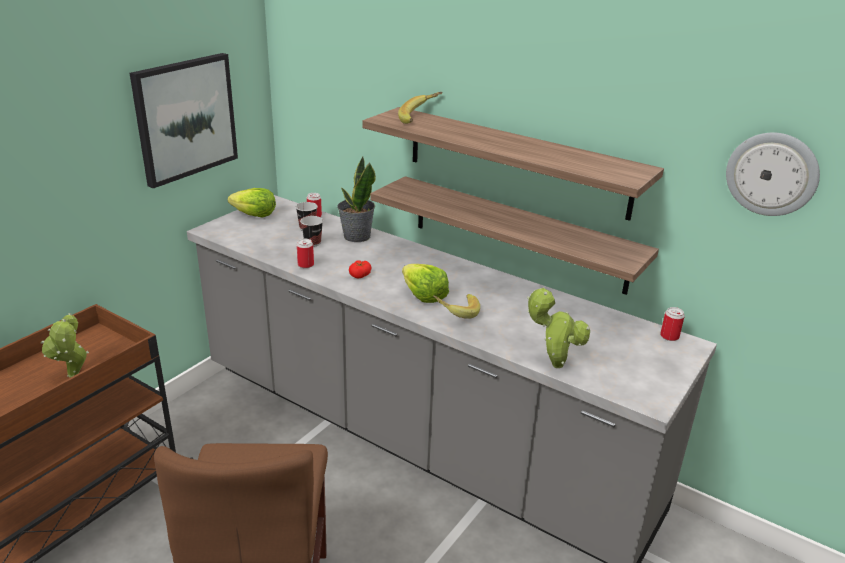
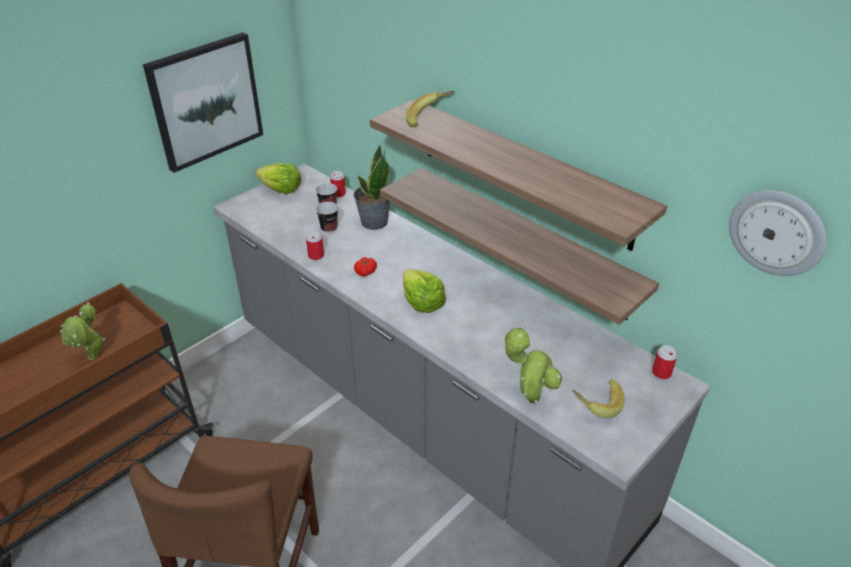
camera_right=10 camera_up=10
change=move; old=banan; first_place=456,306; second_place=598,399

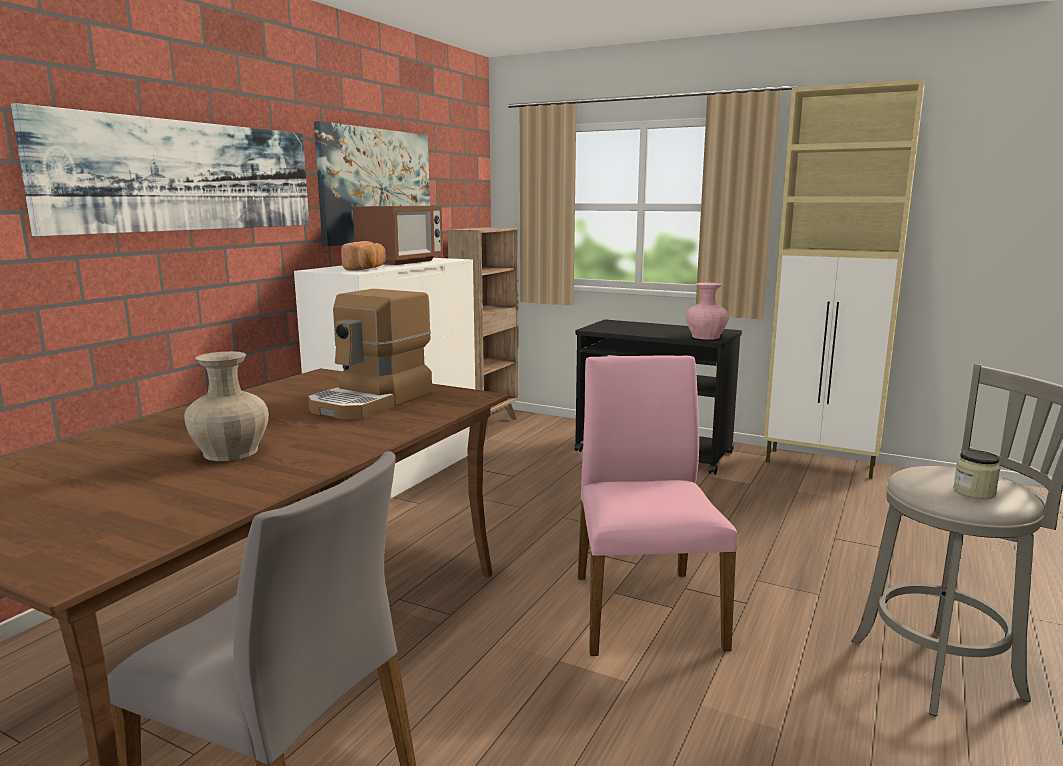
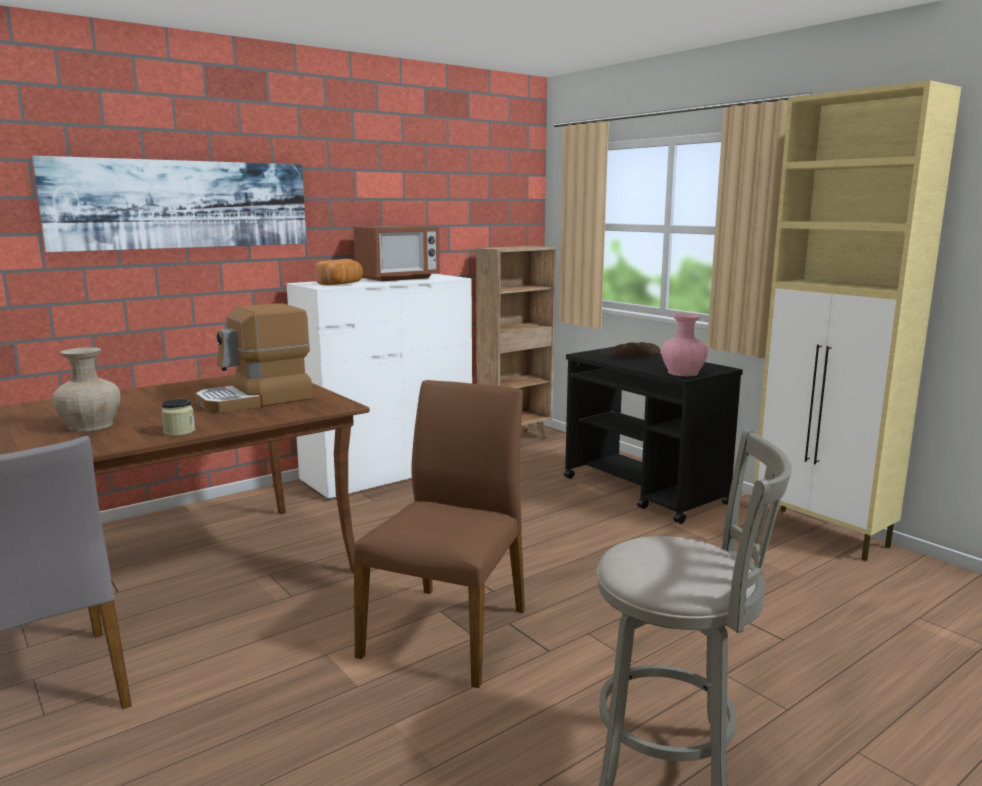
camera_right=25 camera_up=0
change=delete; old=obraz; first_place=372,183
change=recolor; old=krzesło/różowy; new=krzesło/brązowy; first_place=657,505; second_place=439,534
change=move; old=słoik; first_place=977,474; second_place=178,417
change=insert; new=chleb; second_place=635,349

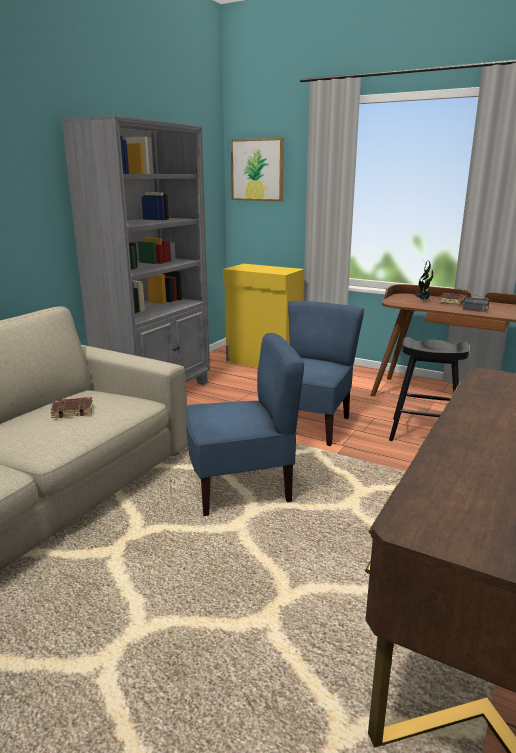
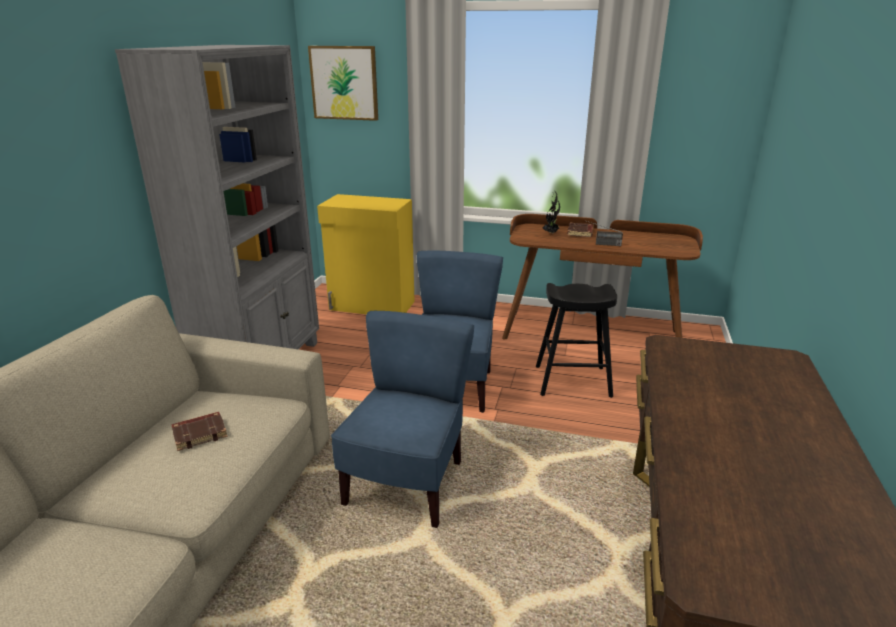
camera_right=-15 camera_up=5
change=rotate; old=krzesło/niebieski; first_place=245,424; second_place=402,419; degrees=-45

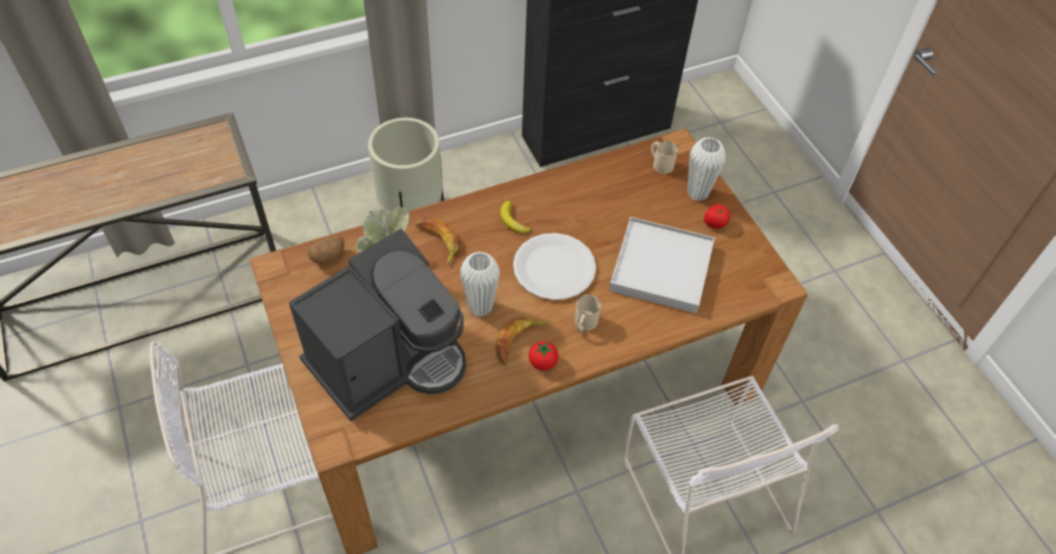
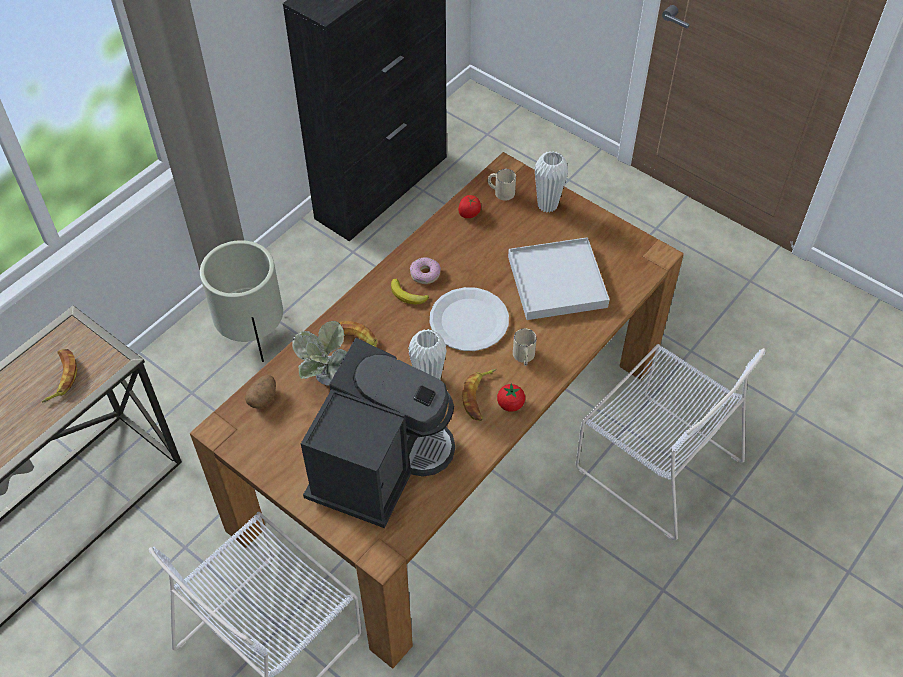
camera_right=-25 camera_up=0
change=move; old=pomidor; first_place=717,216; second_place=469,206
change=insert; new=banan; second_place=59,375
change=insert; new=donut; second_place=425,270

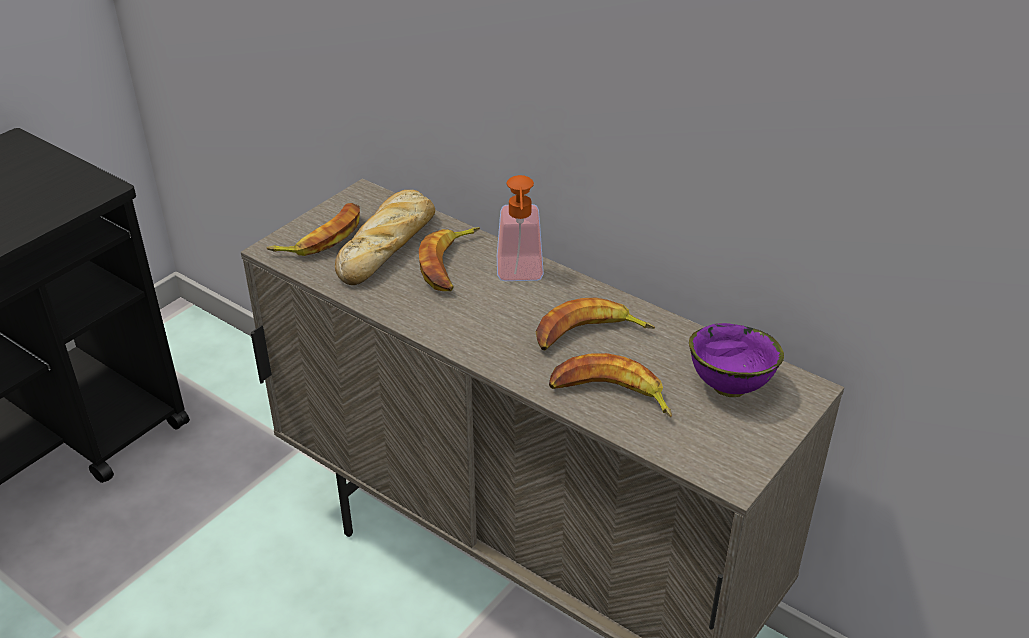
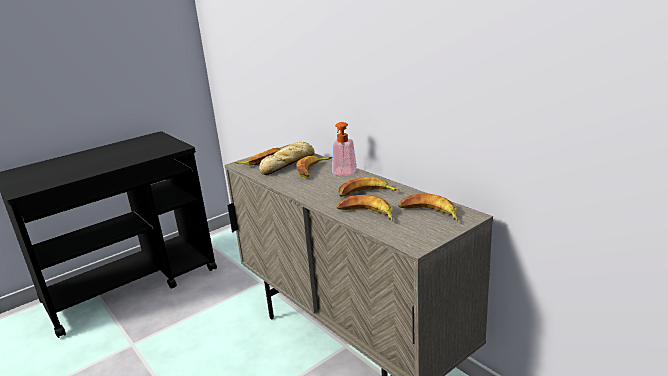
camera_right=15 camera_up=-15
change=replace; old=miska/fioletowy; new=banan; first_place=736,360; second_place=428,207

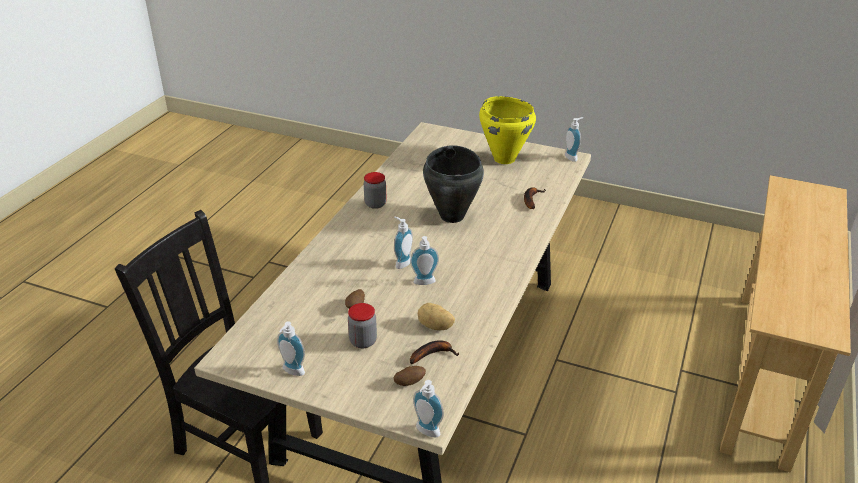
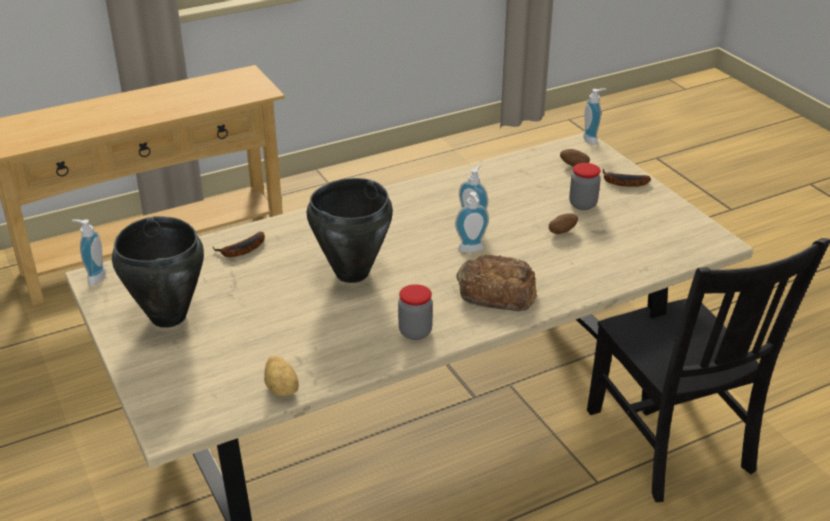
camera_right=-140 camera_up=0
change=delete; old=dozownik mydła; first_place=291,348
change=move; old=banan; first_place=434,352; second_place=627,178
change=move; old=ziemniak; first_place=436,316; second_place=281,376
change=recolor; old=garnek/żółty; new=garnek/czarny; first_place=507,130; second_place=158,272
change=insert; new=chleb; second_place=496,283

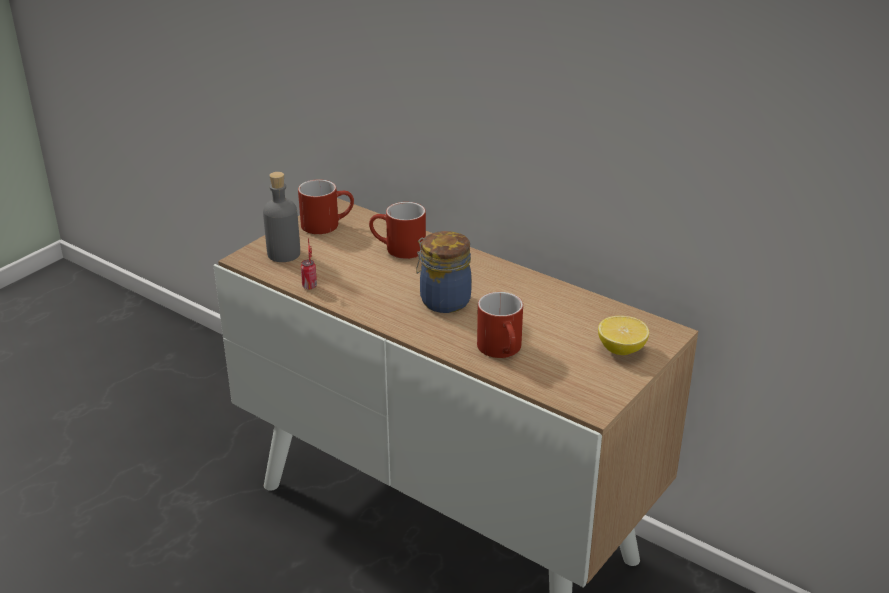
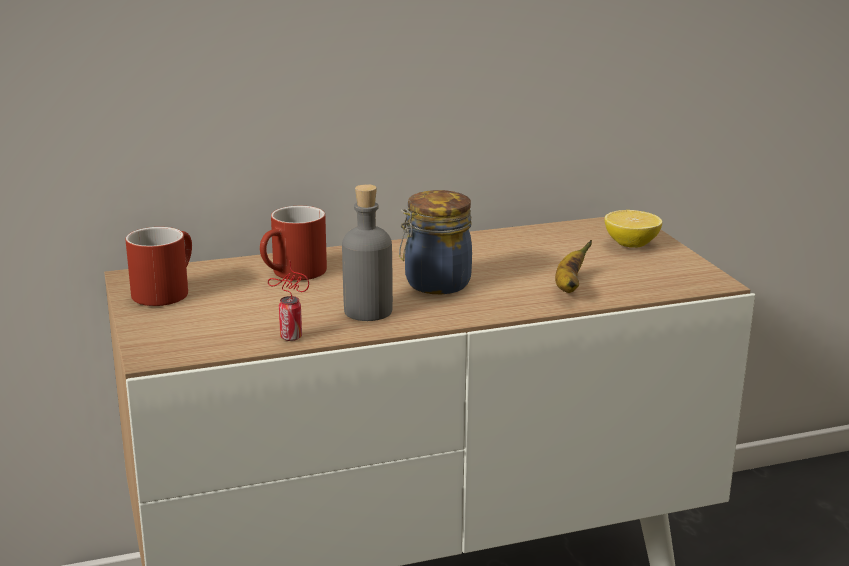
camera_right=-55 camera_up=-10
change=move; old=butelka/szary; first_place=281,217; second_place=367,252
change=replace; old=kubek/czerwony; new=banan; first_place=500,325; second_place=573,266

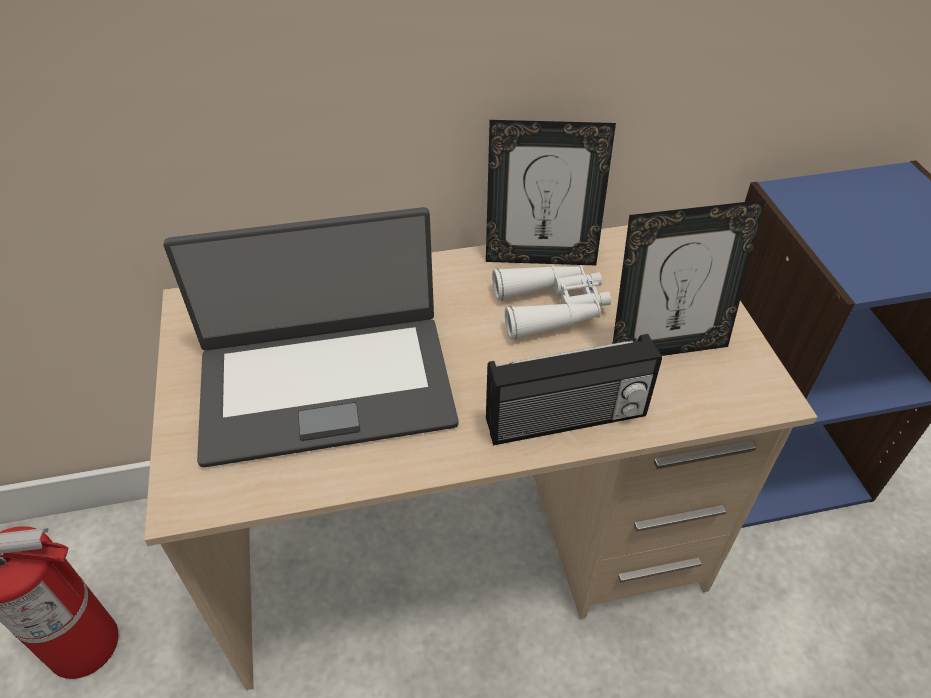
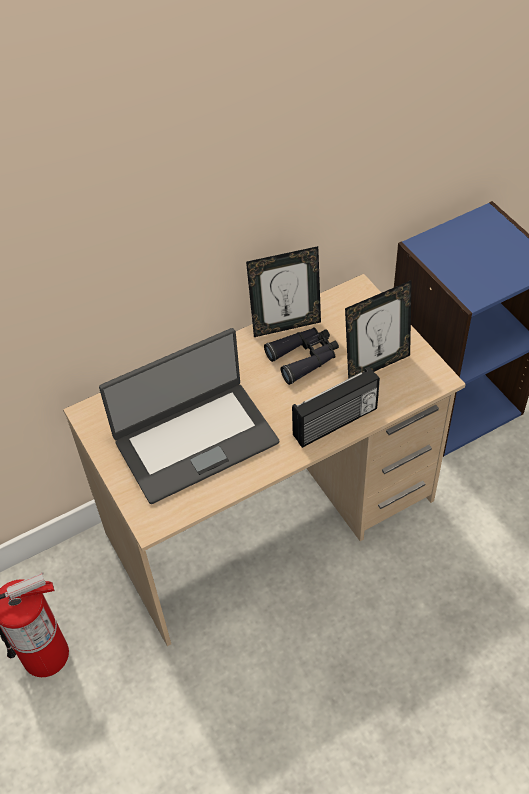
camera_right=-15 camera_up=5
change=recolor; old=lornetka/biały; new=lornetka/czarny; first_place=551,302; second_place=301,356

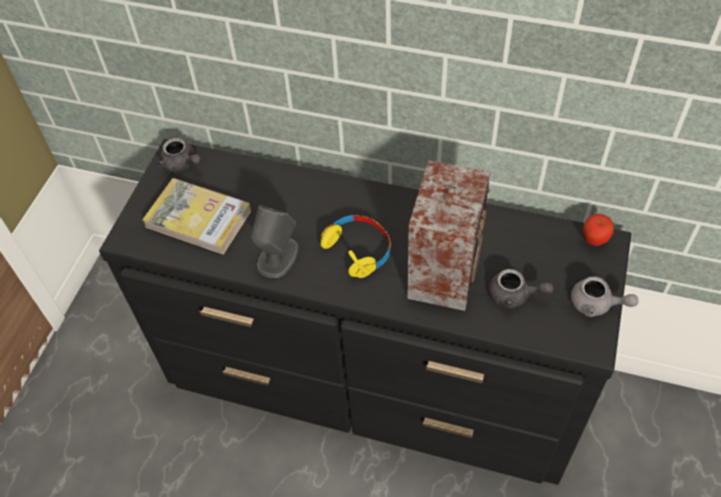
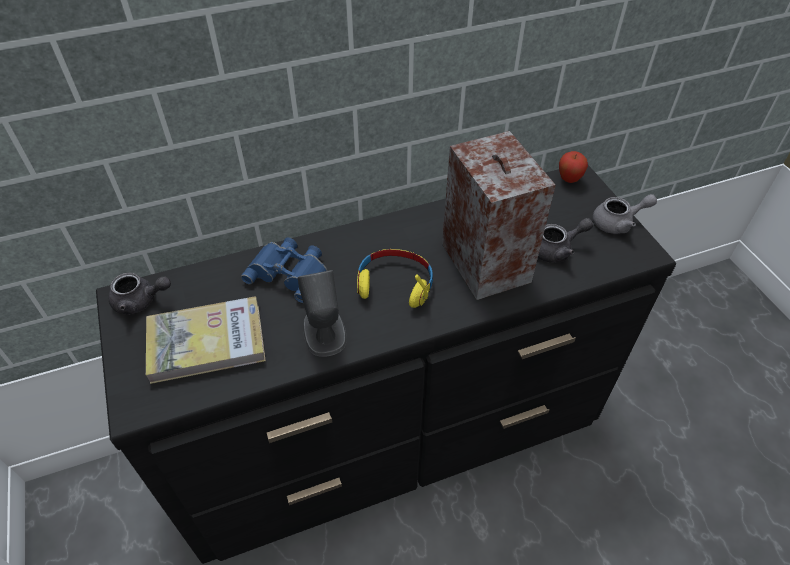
camera_right=-40 camera_up=-5
change=insert; new=lornetka/niebieski; second_place=284,270

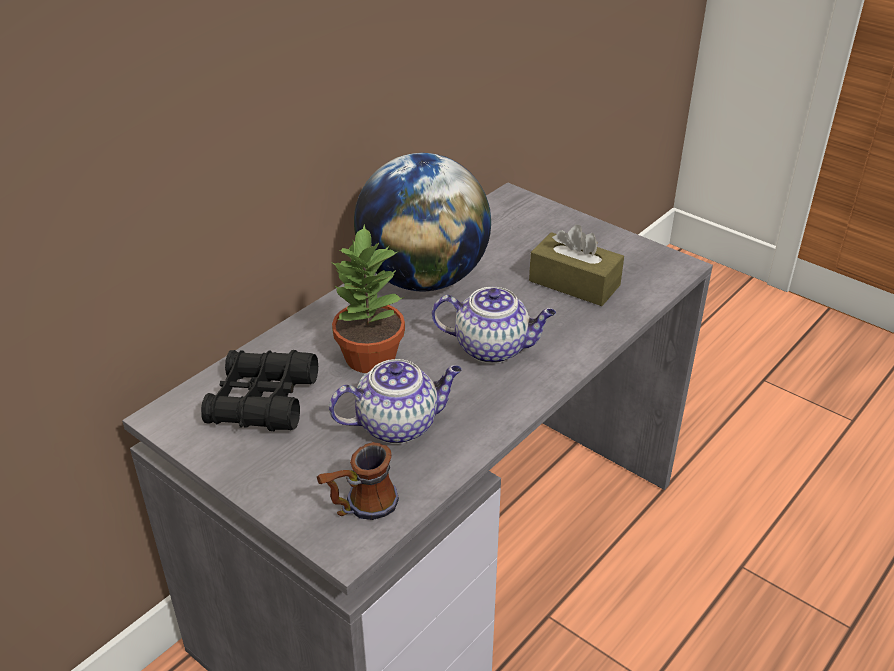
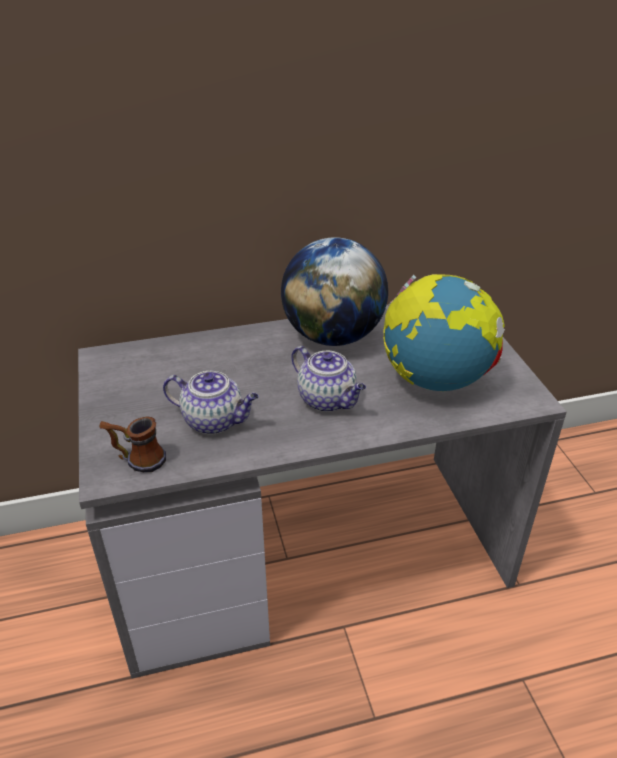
camera_right=35 camera_up=0
change=delete; old=lornetka/czarny; first_place=259,390
change=delete; old=roślina doniczkowa; first_place=368,298
change=replace; old=pudełko chusteczek/brązowy; new=globus; first_place=576,265; second_place=444,333

